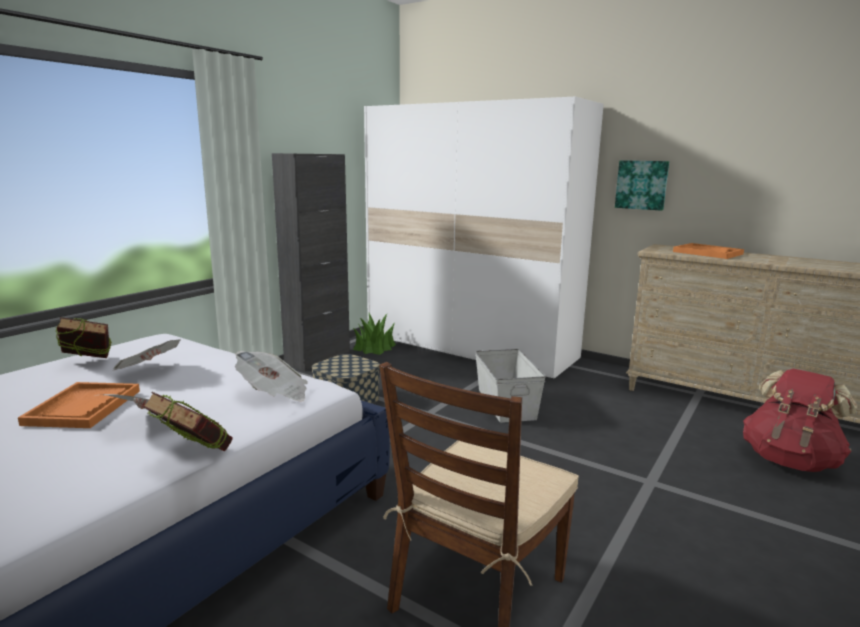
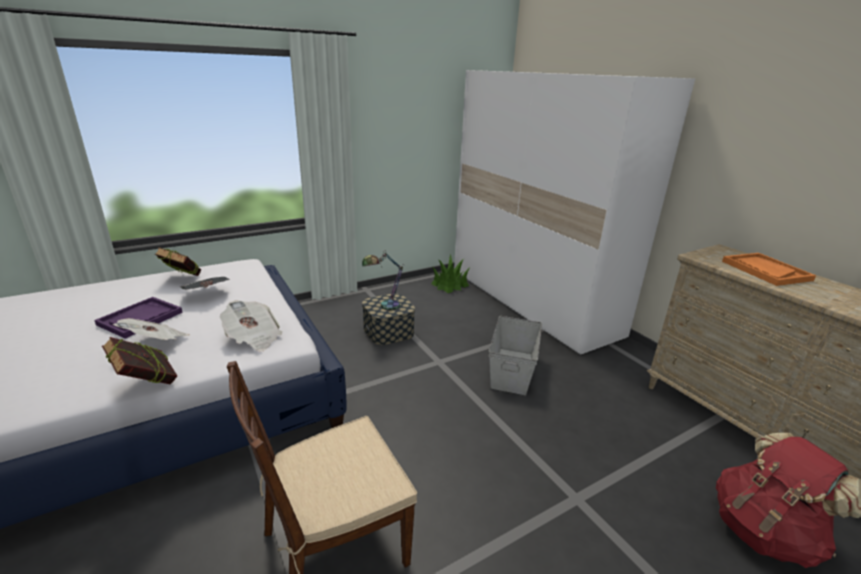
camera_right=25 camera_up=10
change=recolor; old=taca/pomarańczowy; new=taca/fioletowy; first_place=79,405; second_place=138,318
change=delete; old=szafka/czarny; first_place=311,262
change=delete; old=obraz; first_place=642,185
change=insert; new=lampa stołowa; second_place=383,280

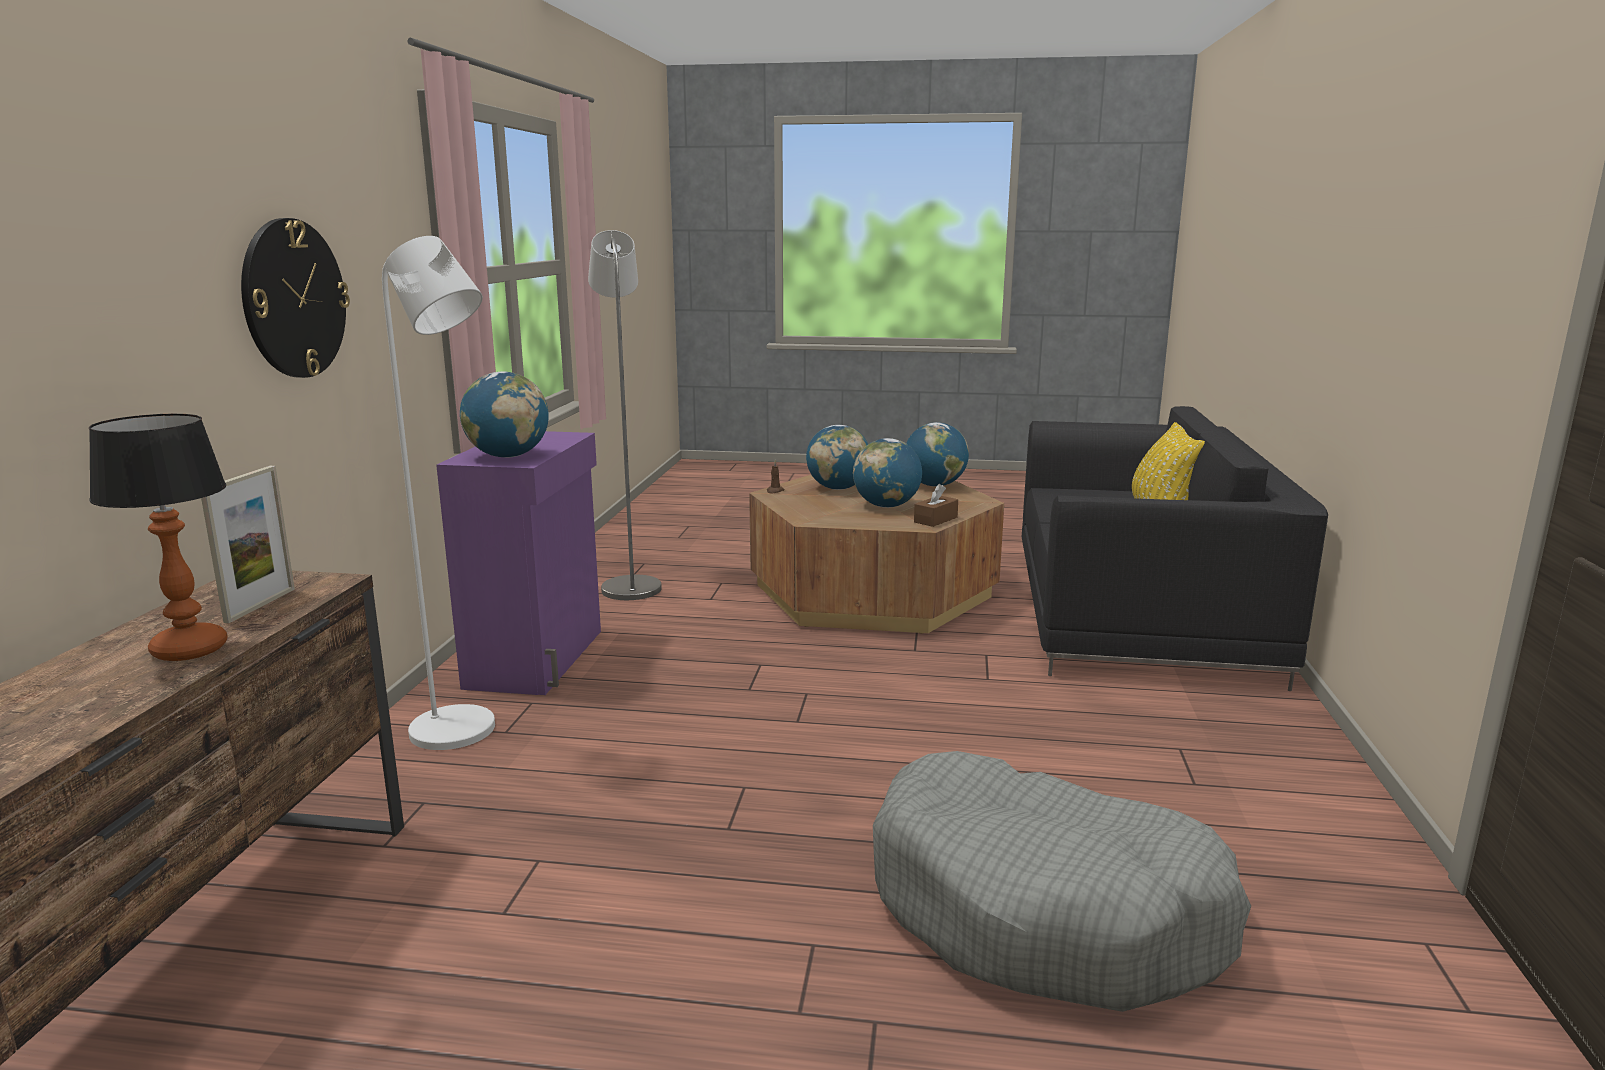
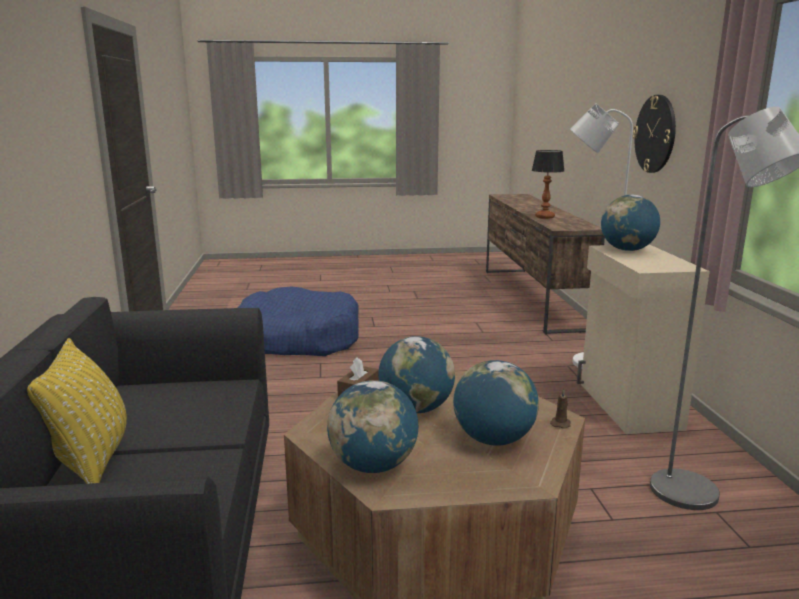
camera_right=165 camera_up=0
change=delete; old=ramka na zdjęcie; first_place=248,544
change=recolor; old=szafka/fioletowy; new=szafka/beżowy; first_place=518,563; second_place=643,339
change=recolor; old=legowisko/szary; new=legowisko/niebieski; first_place=1062,881; second_place=298,321

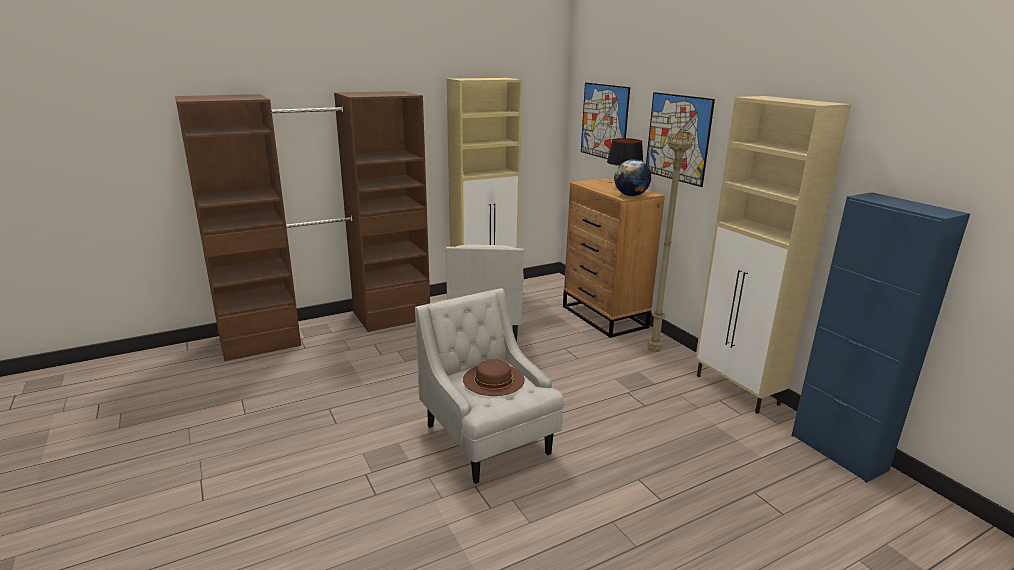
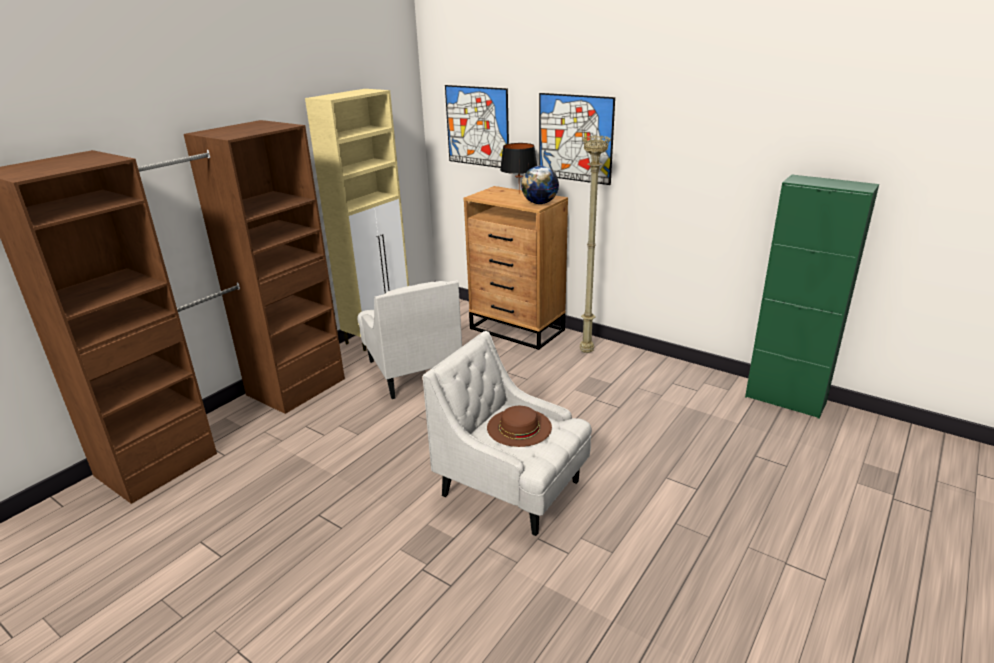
camera_right=-25 camera_up=5
change=delete; old=szafka/beżowy; first_place=773,255
change=recolor; old=szafka/niebieski; new=szafka/zielony; first_place=880,337; second_place=812,296

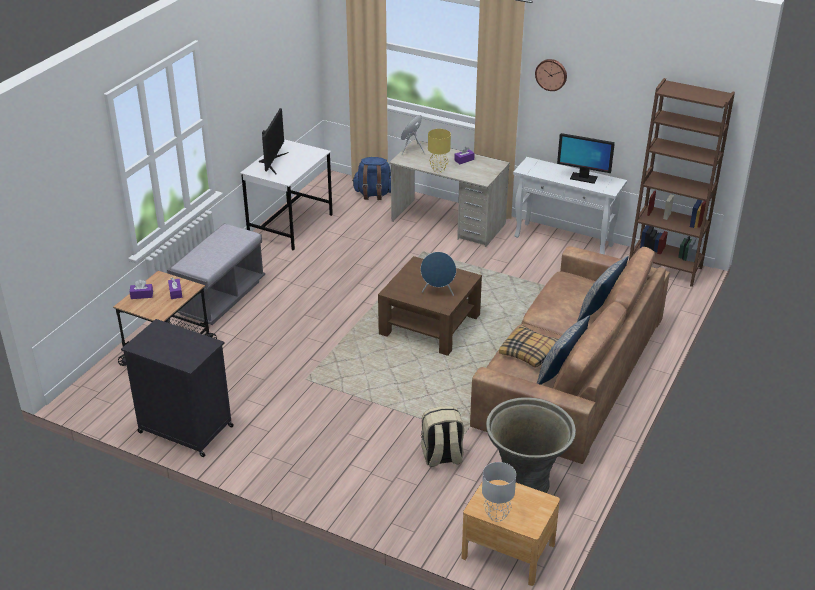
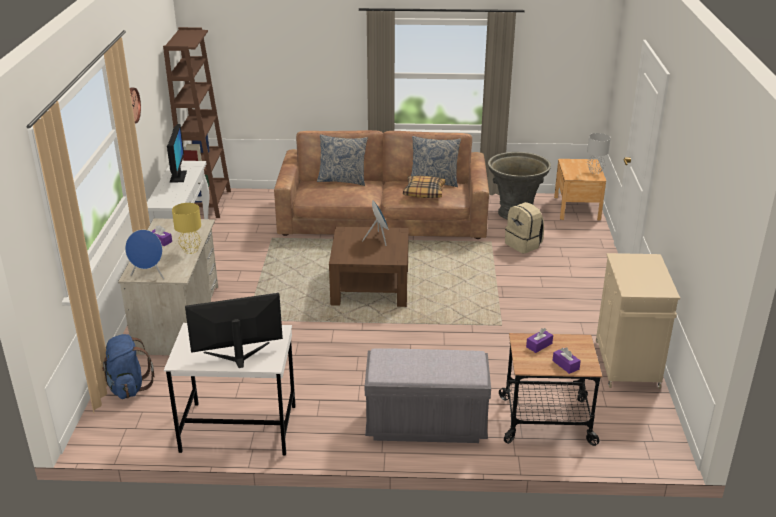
camera_right=-115 camera_up=-5
change=recolor; old=szafka/czarny; new=szafka/beżowy; first_place=177,388; second_place=638,321

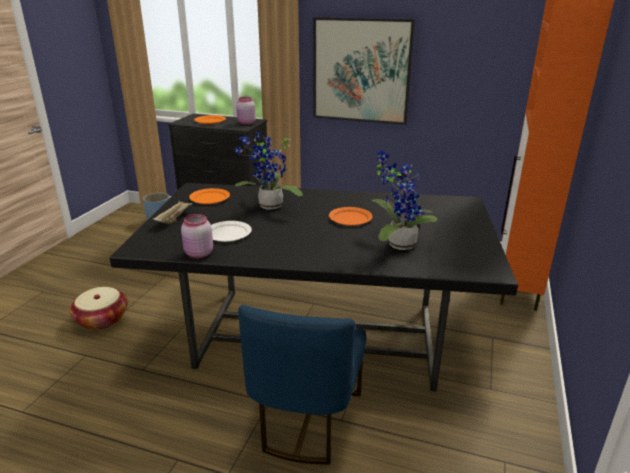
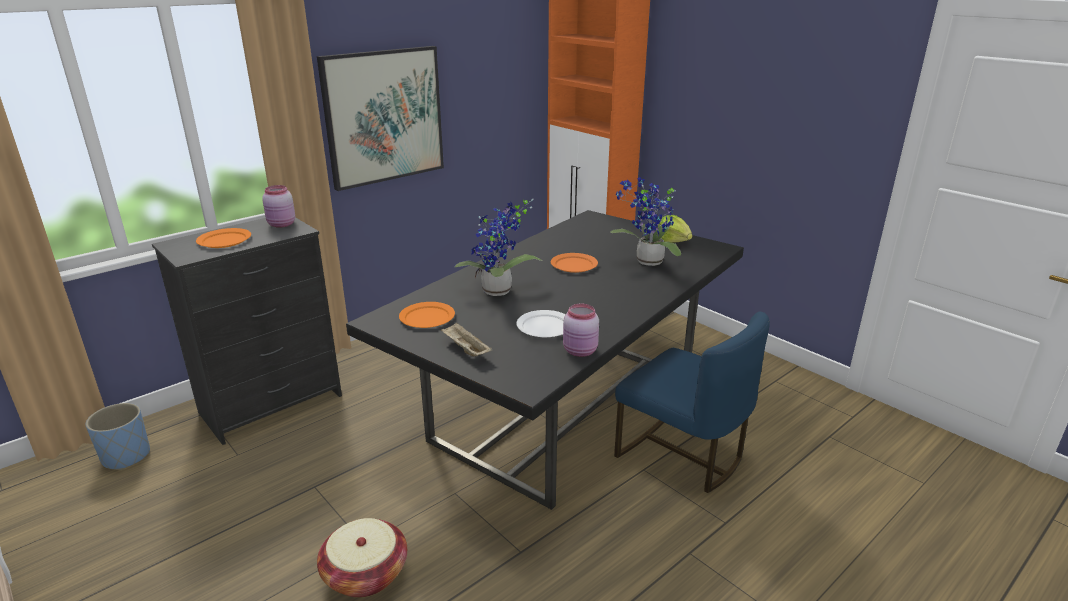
camera_right=-60 camera_up=0
change=insert; new=sałata; second_place=675,229

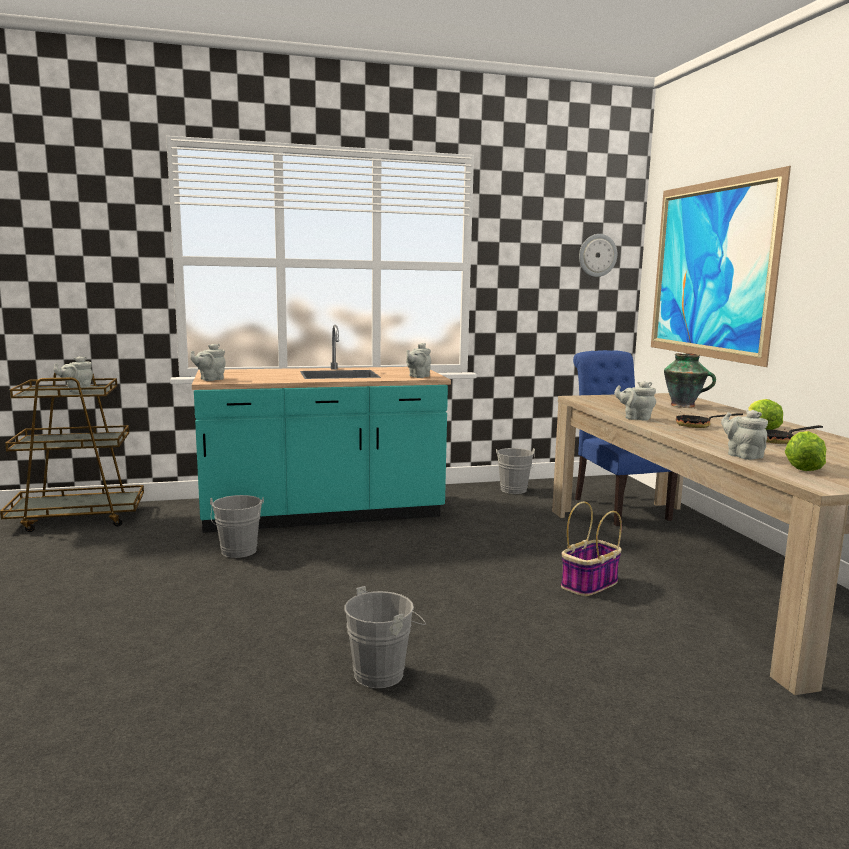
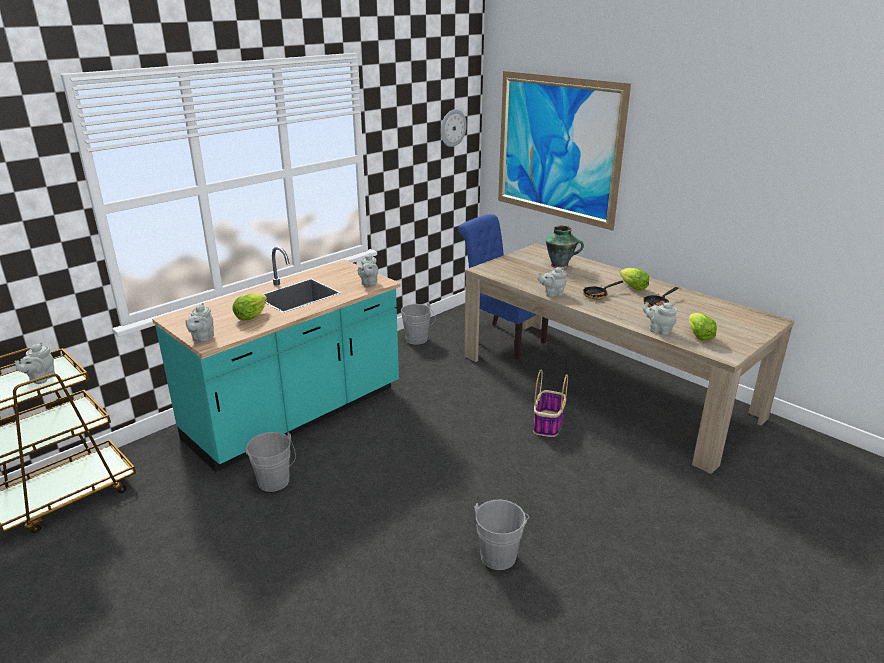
camera_right=-30 camera_up=15
change=insert; new=sałata; second_place=250,306

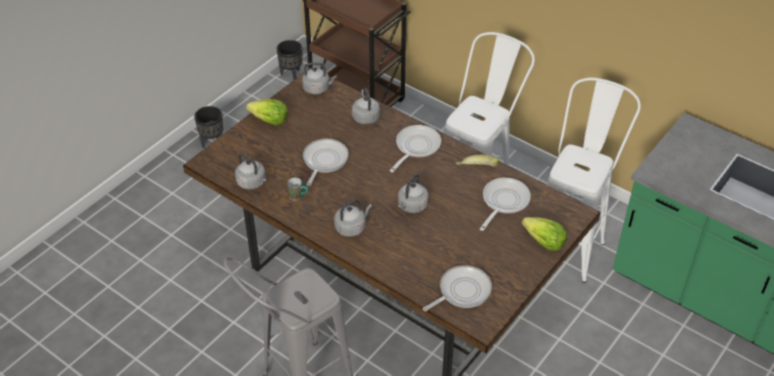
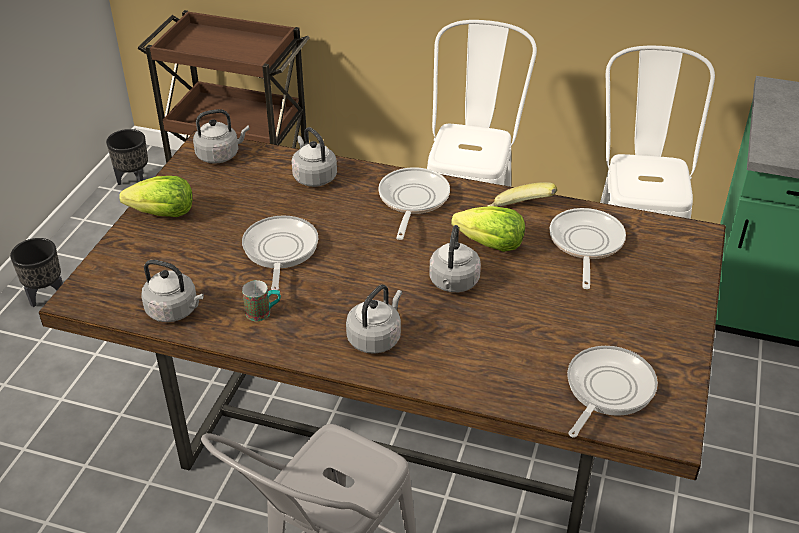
camera_right=-20 camera_up=-5
change=move; old=sałata; first_place=544,234; second_place=488,229

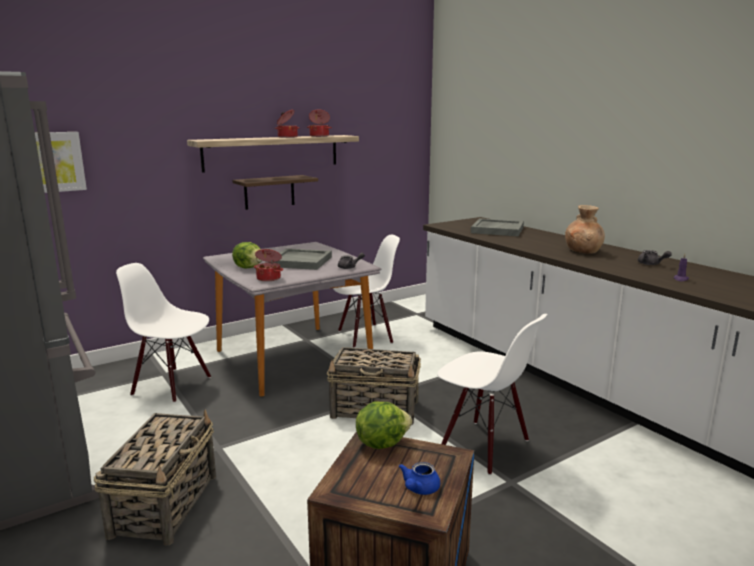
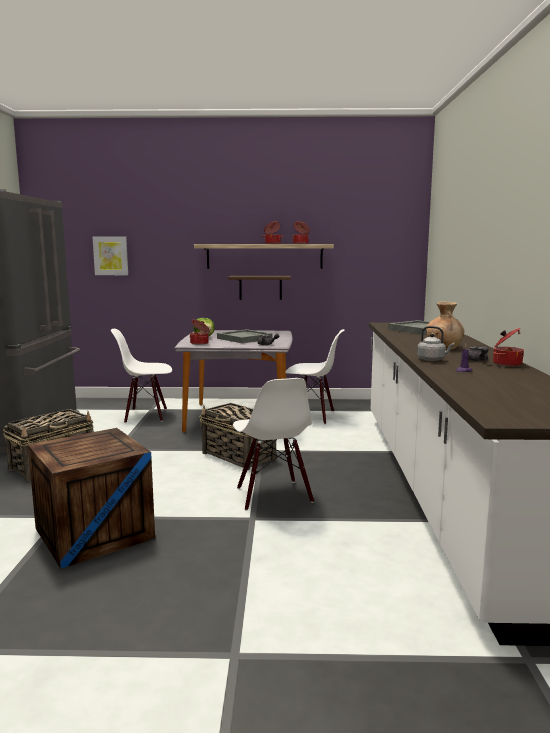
camera_right=35 camera_up=-5
change=rotate; old=krzesło/biały; first_place=163,333; second_place=141,376; degrees=-60
change=delete; old=sałata; first_place=384,425
change=delete; old=imbryk/niebieski; first_place=419,478
change=insert; new=czajnik/szary; second_place=435,343
change=insert; new=garnek; second_place=508,347

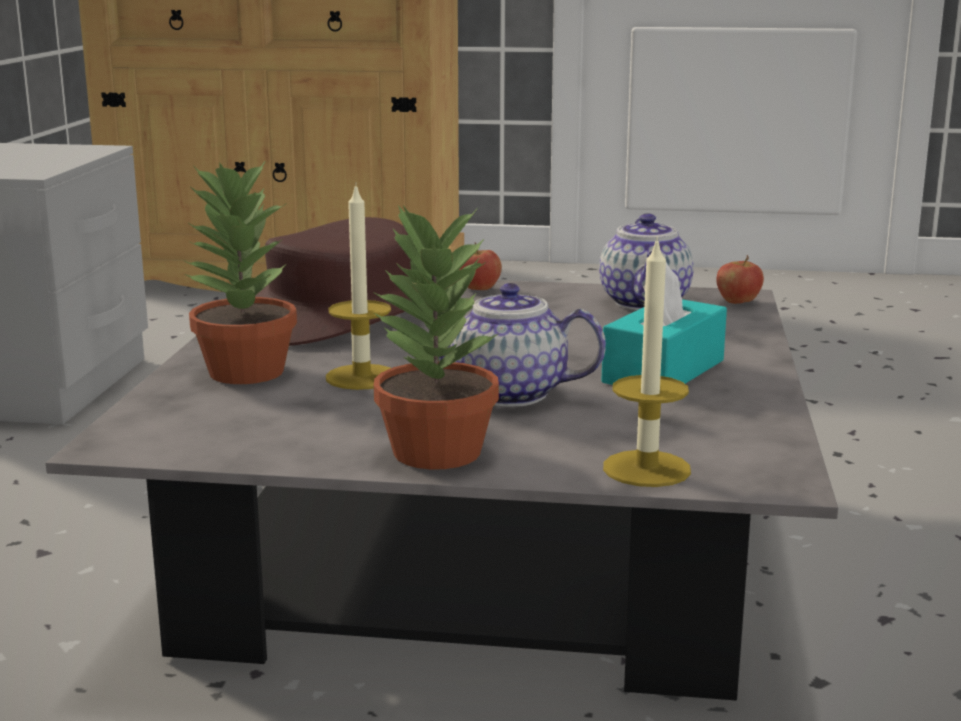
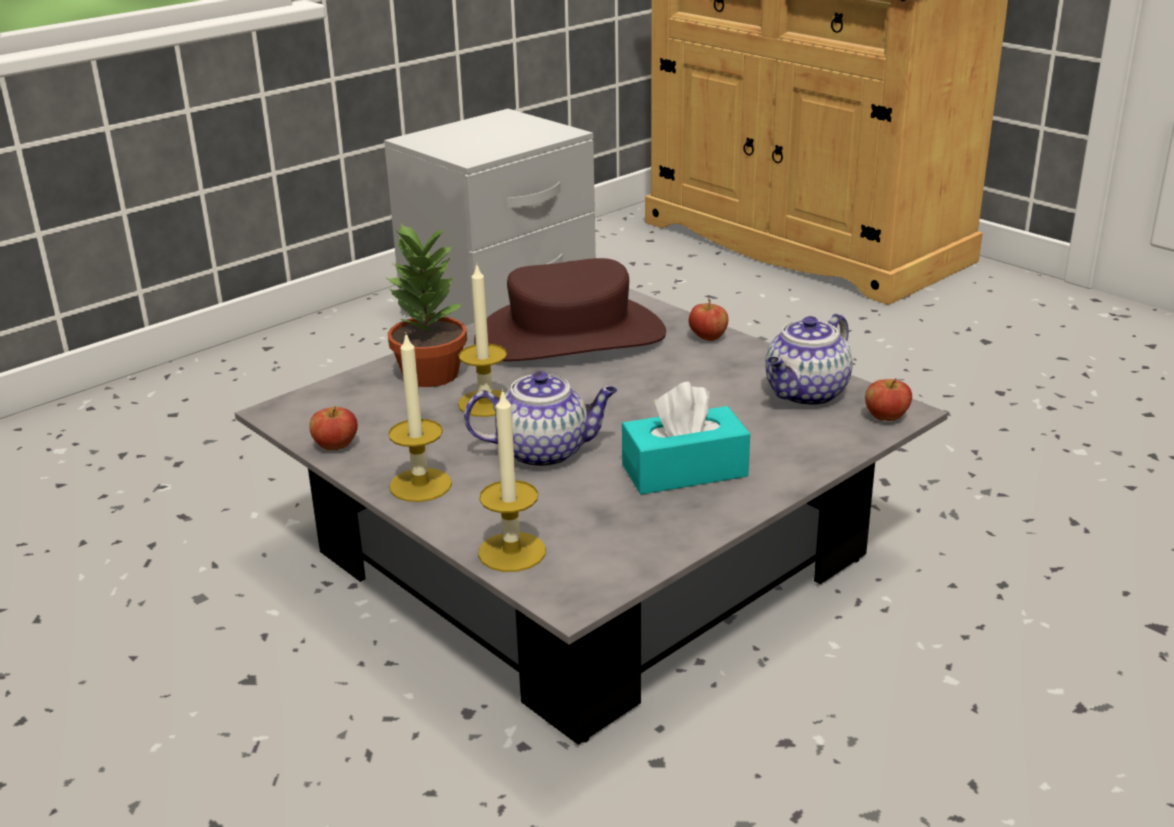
camera_right=40 camera_up=10
change=replace; old=roślina doniczkowa; new=świeca; first_place=436,337; second_place=420,417
change=rotate; old=imbryk; first_place=522,344; second_place=540,419; degrees=120
change=insert; new=jabłko; second_place=333,428

